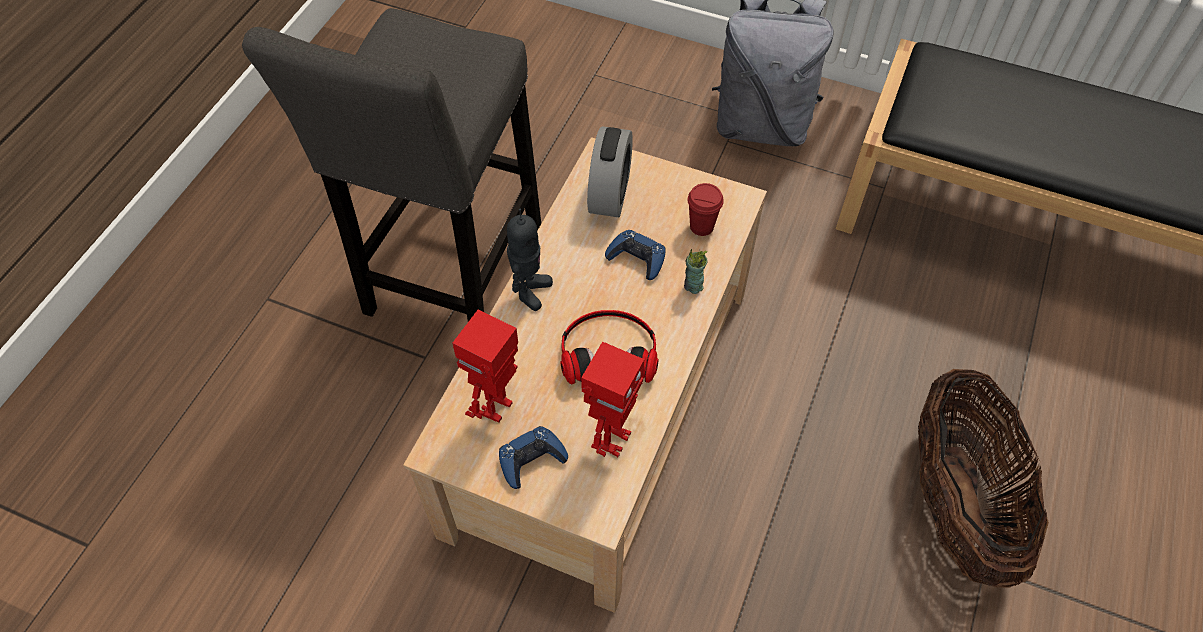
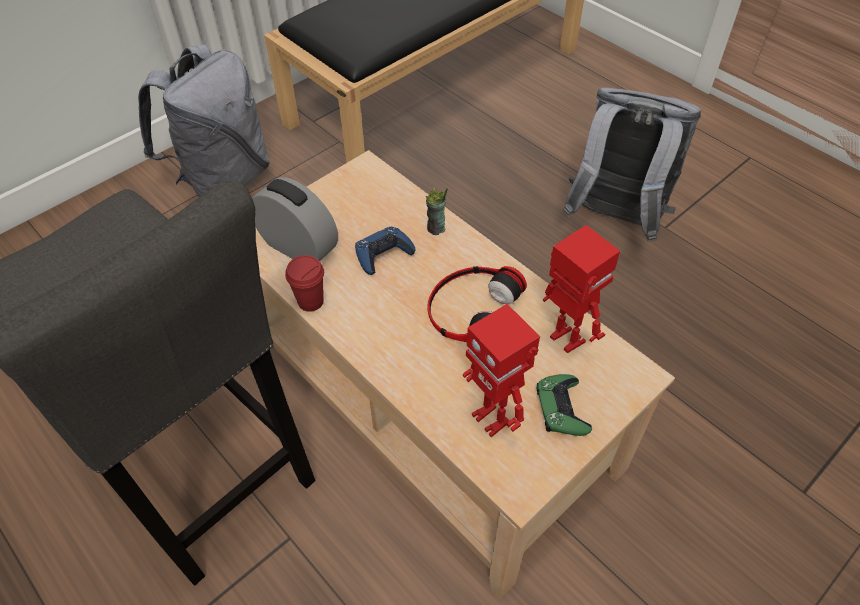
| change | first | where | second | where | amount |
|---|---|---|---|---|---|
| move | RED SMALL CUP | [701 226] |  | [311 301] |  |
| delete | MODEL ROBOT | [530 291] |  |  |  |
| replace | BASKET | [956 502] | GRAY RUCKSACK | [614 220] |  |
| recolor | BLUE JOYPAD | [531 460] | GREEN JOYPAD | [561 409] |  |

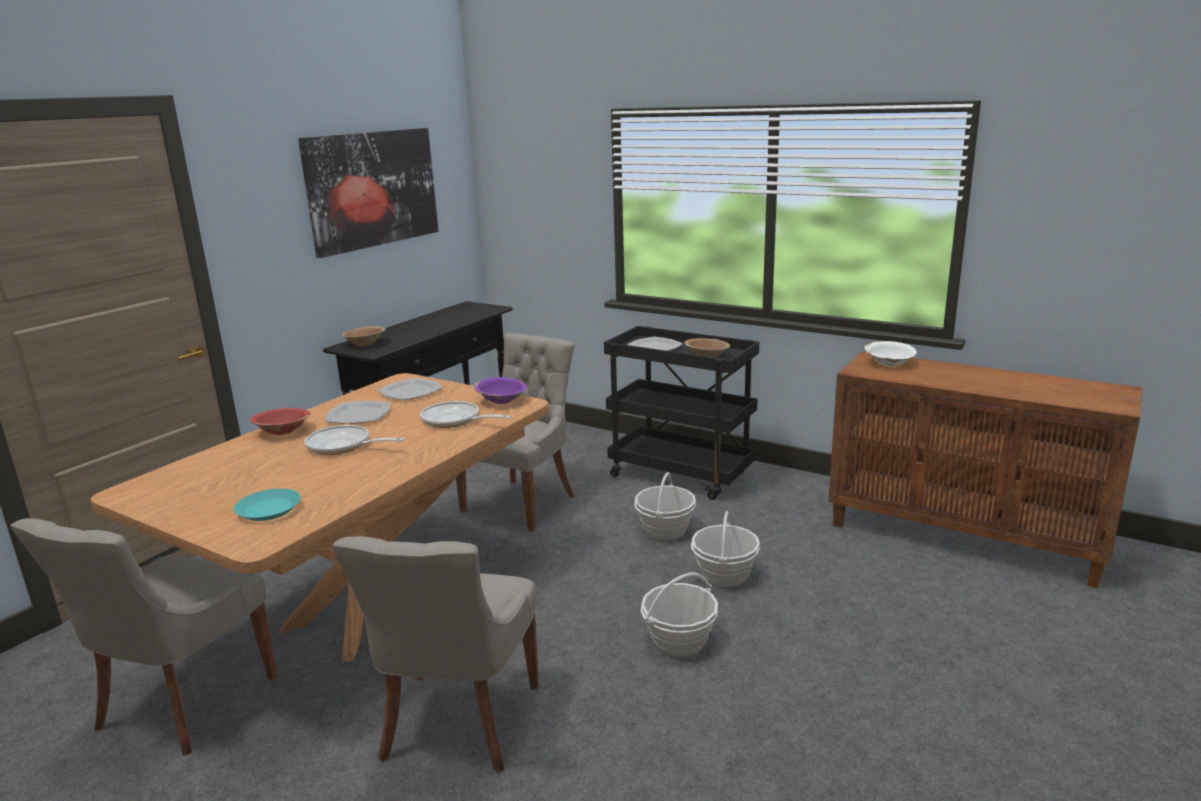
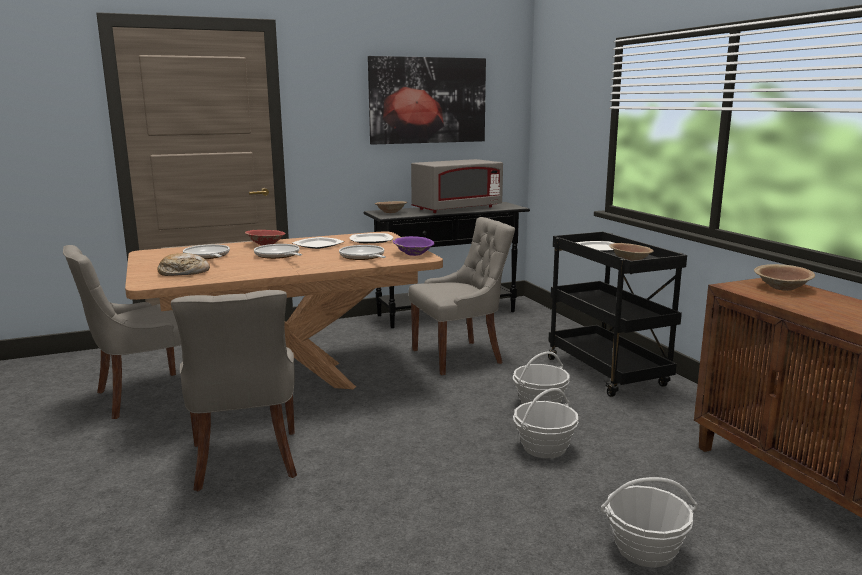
| change | first | where | second | where | amount |
|---|---|---|---|---|---|
| recolor | WHITE DEEP DISH | [889 363] | BROWN DEEP DISH | [782 287] |  |
| replace | TURQUOISE-COLOURED PLATE | [269 509] | BAKED BREAD | [184 273] |  |
| rotate | GRAY PLAIN CHAIR | [458 724] |  | [245 461] | 60 degrees counterclockwise |
| move | BASKET | [679 641] |  | [645 549] |  |
| insert |  |  | GRAY MICROWAVE OVEN | [457 209] |  |
| insert |  |  | PAN | [207 256] |  |

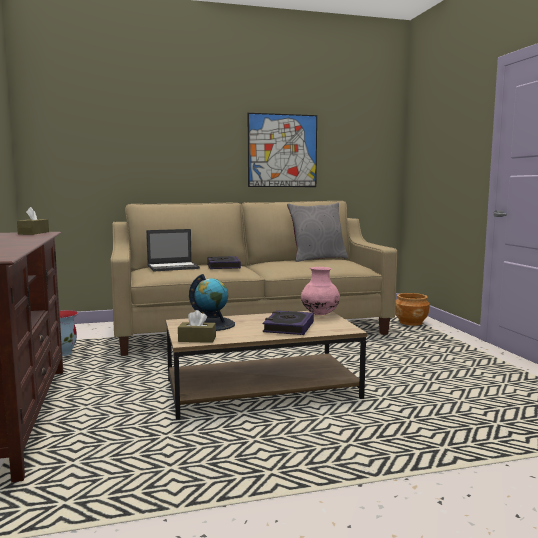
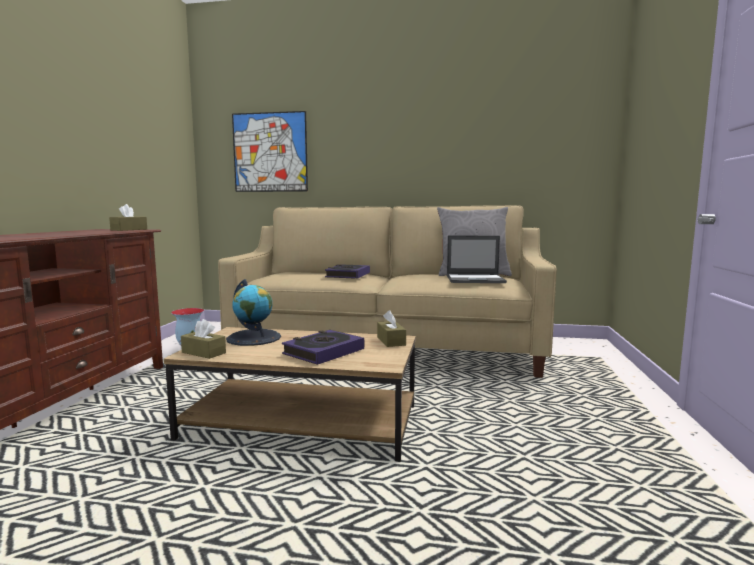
| change | first | where | second | where | amount |
|---|---|---|---|---|---|
| move | WALL PICTURE | [282 151] |  | [270 152] |  |
| move | LAPTOP | [173 267] |  | [476 279] |  |
| replace | PINK FLOWER VASE | [320 314] | BROWN BOX OF TISSUES | [391 341] |  |
| delete | BROWN FLOWER POT | [411 323] |  |  |  |

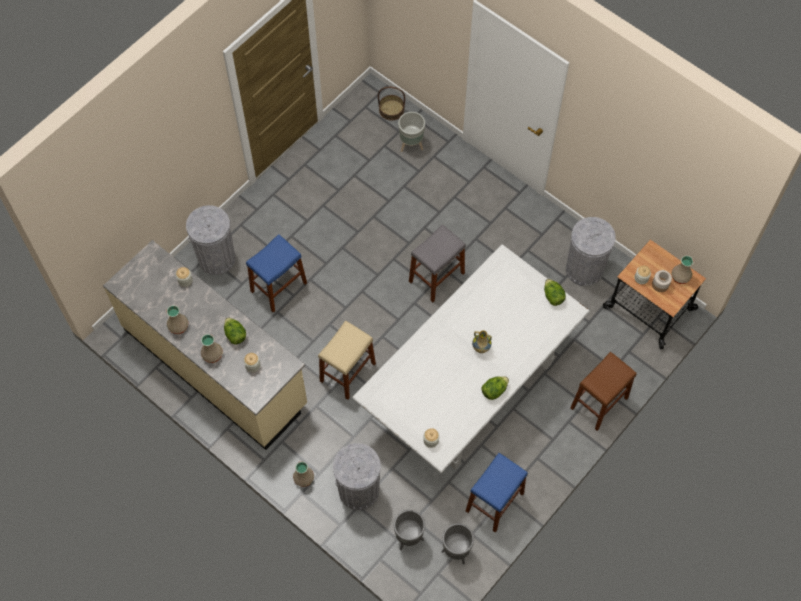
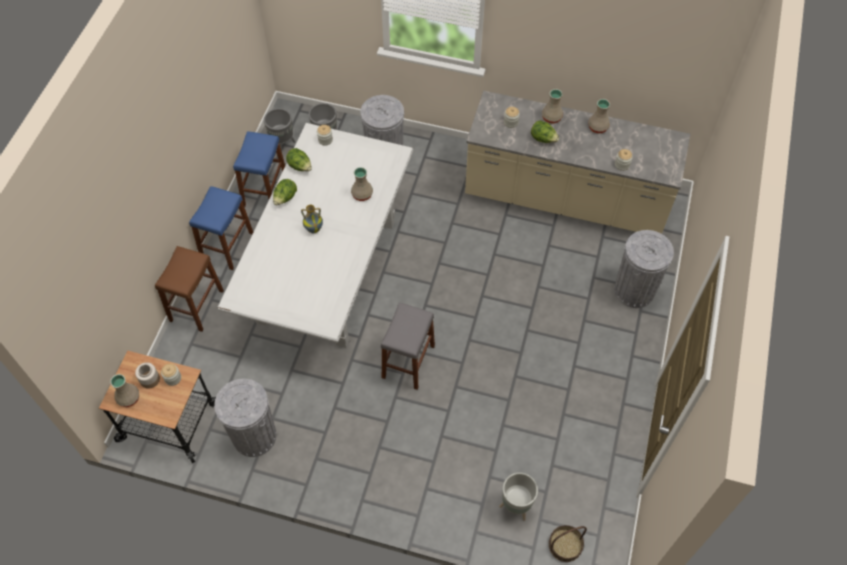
| change | first | where | second | where | amount |
|---|---|---|---|---|---|
| move | BLUE SITTING STOOL | [278 287] |  | [227 246] |  |
| move | HEAD OF LETTUCE | [553 296] |  | [300 167] |  |
| delete | BEIGE-COLOURED SITTING STOOL | [347 372] |  |  |  |
| move | BEIGE-COLOURED FLOWER VASE | [303 478] |  | [362 194] |  |

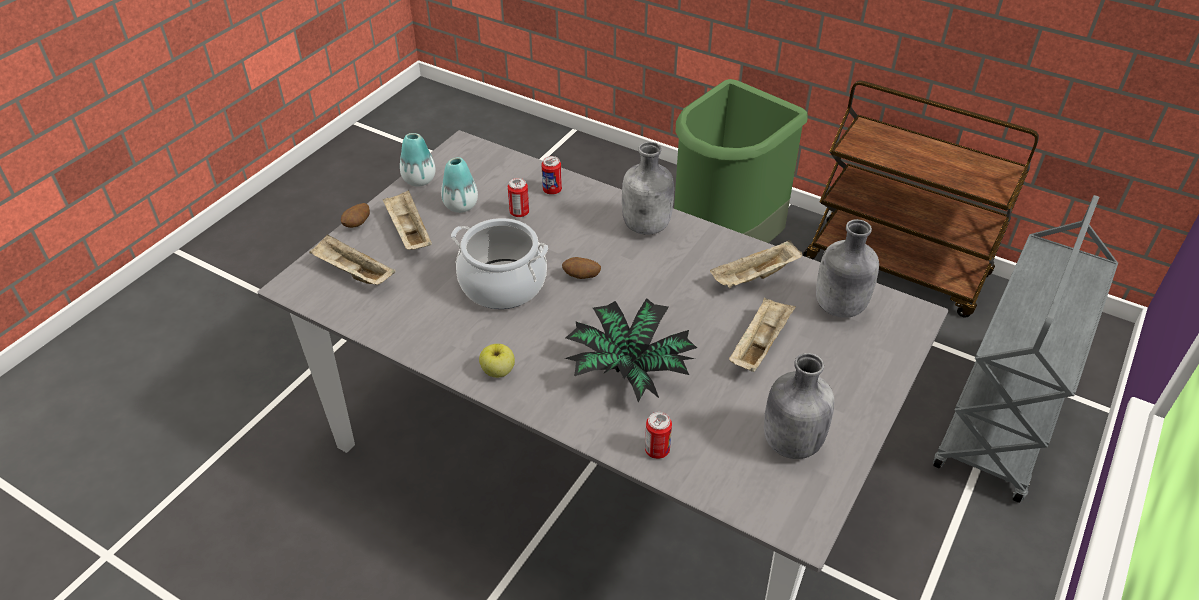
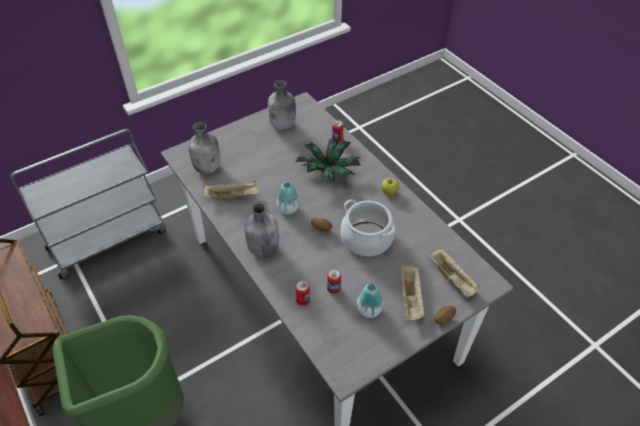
| change | first | where | second | where | amount |
|---|---|---|---|---|---|
| move | FLOWER VASE | [419 180] |  | [288 208] |  |
| delete | BEIGE-COLOURED TRAY | [759 345] |  |  |  |

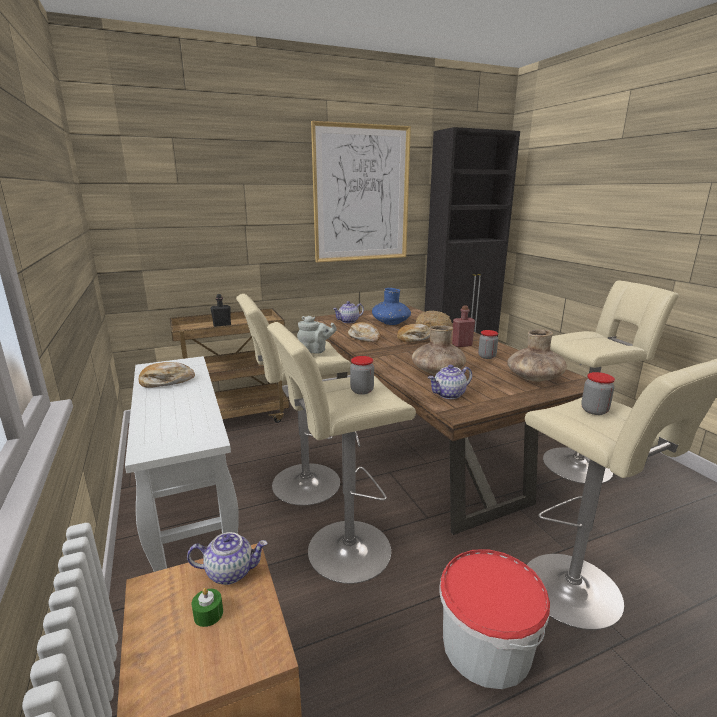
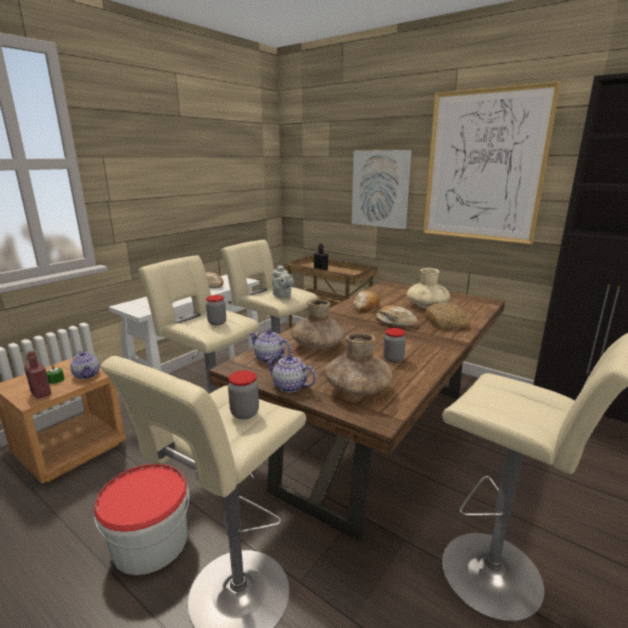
| change | first | where | second | where | amount |
|---|---|---|---|---|---|
| recolor | BLUE FLOWER VASE | [391 323] | BEIGE-COLOURED FLOWER VASE | [427 306] |  |
| move | POT FOR TEA | [348 321] |  | [289 386] |  |
| move | RED DRINK BOTTLE | [462 345] |  | [41 393] |  |
| insert |  |  | WALL PICTURE | [380 189] |  |

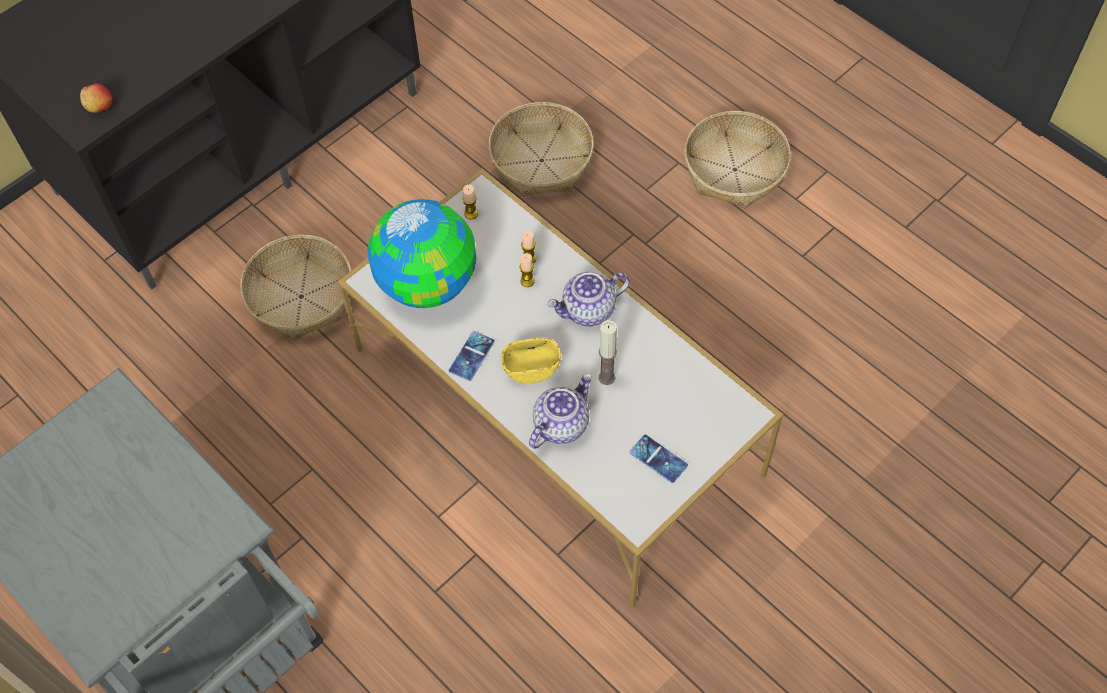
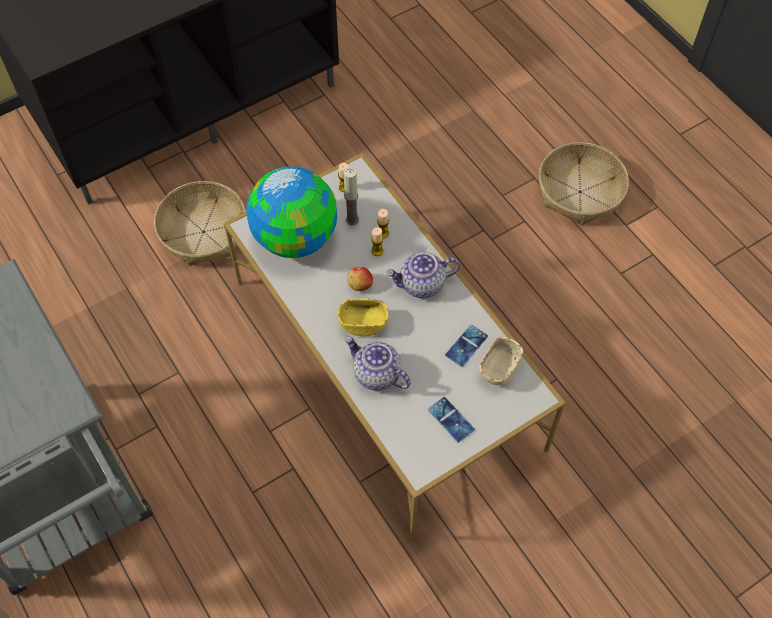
| change | first | where | second | where | amount |
|---|---|---|---|---|---|
| move | APPLE FRUIT | [99 106] |  | [360 284] |  |
| delete | BASKET | [541 160] |  |  |  |
| move | WAX CANDLE | [606 377] |  | [352 219] |  |
| move | PHONE | [471 356] |  | [466 346] |  |
| rotate | POT FOR TEA | [560 424] |  | [376 374] | 105 degrees counterclockwise |
| insert |  |  | BEIGE-COLOURED DEEP DISH | [499 369] |  |

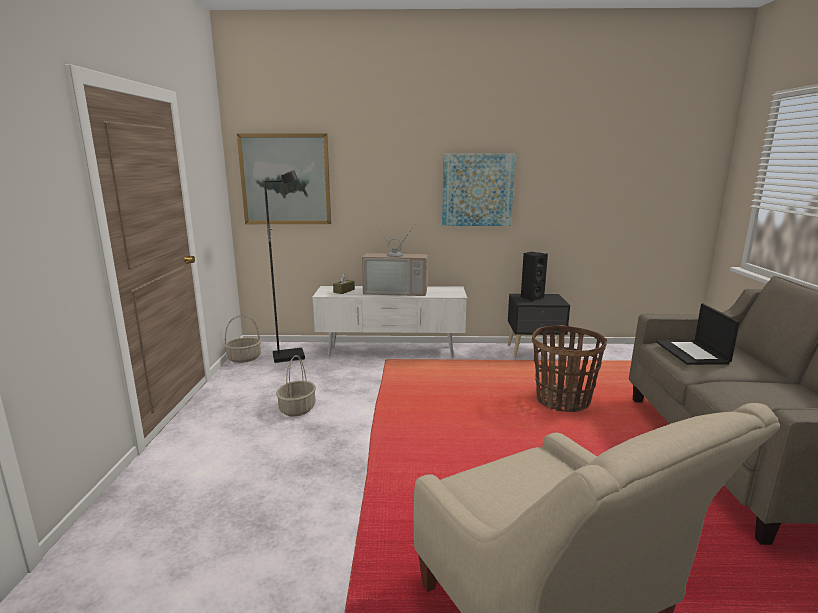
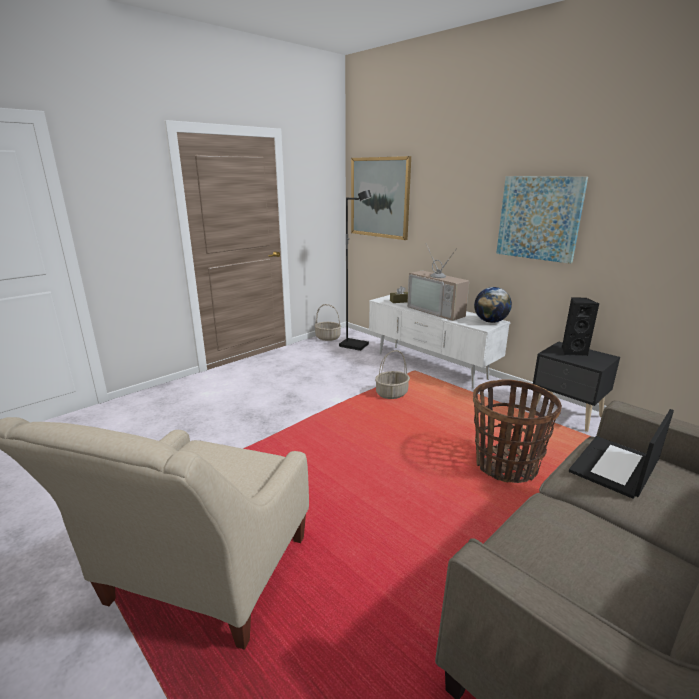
| change | first | where | second | where | amount |
|---|---|---|---|---|---|
| move | BASKET | [297 409] |  | [391 394] |  |
| insert |  |  | GLOBE | [490 321] |  |

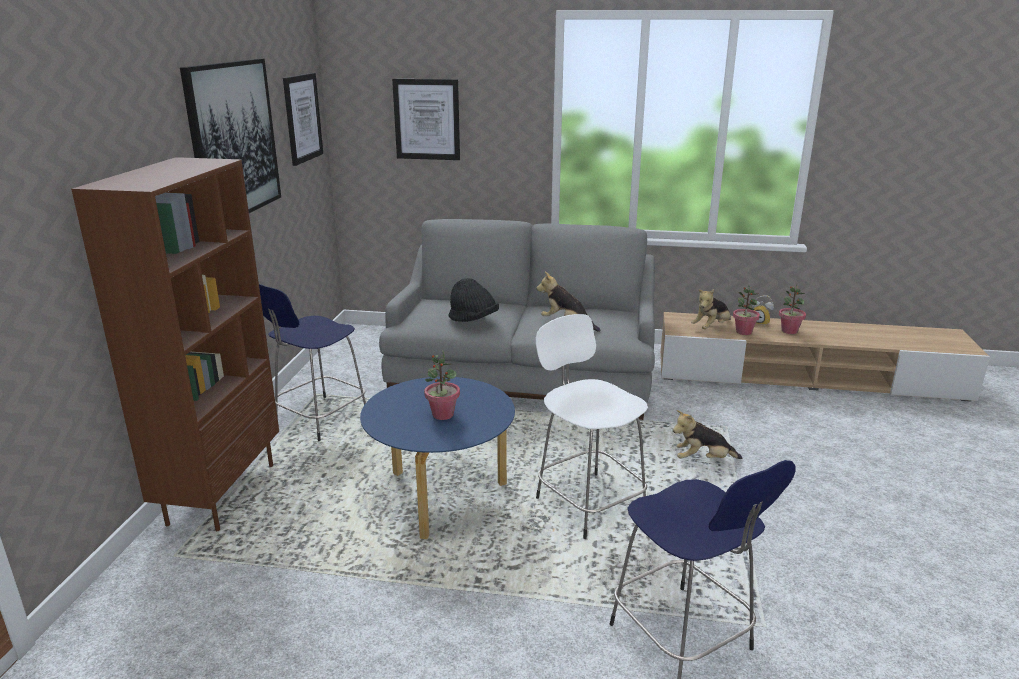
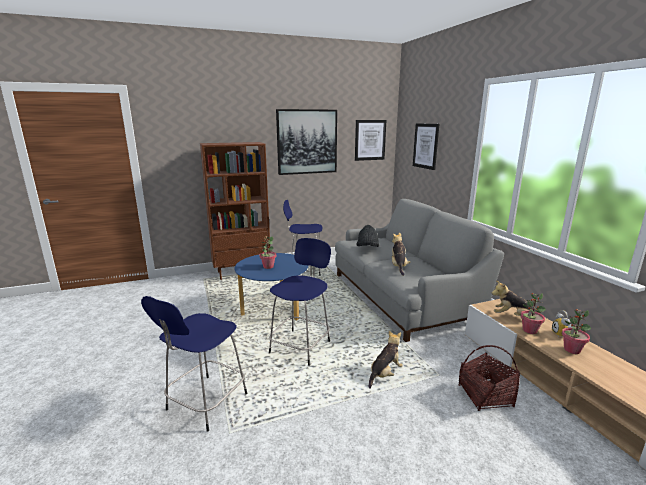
| change | first | where | second | where | amount |
|---|---|---|---|---|---|
| recolor | WHITE SITTING STOOL | [588 502] | BLUE SITTING STOOL | [301 346] |  |
| rotate | SOFT TOY | [703 460] |  | [385 374] | 75 degrees clockwise |
| insert |  |  | BASKET | [485 396] |  |

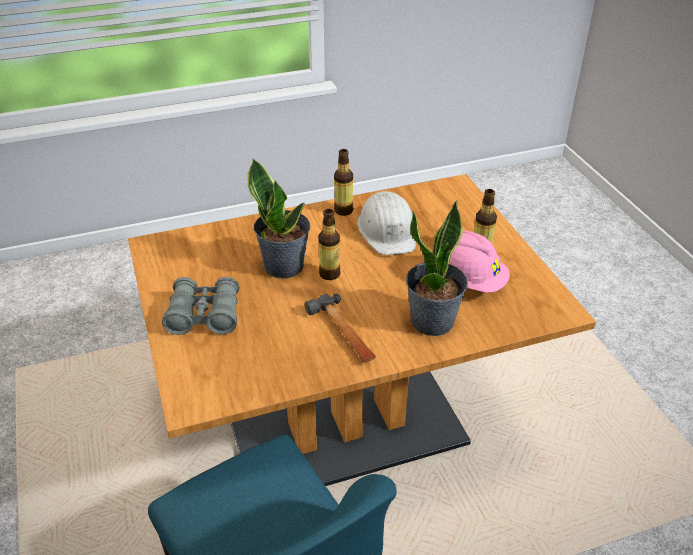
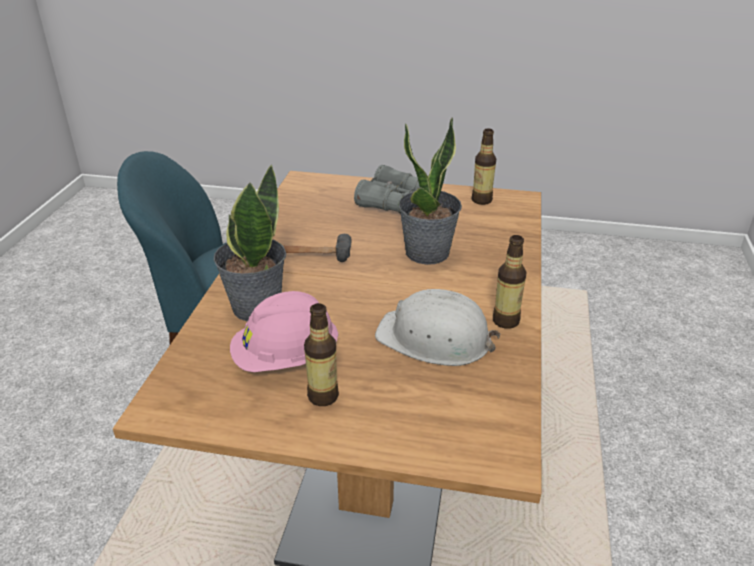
| change | first | where | second | where | amount |
|---|---|---|---|---|---|
| move | DRINK BOTTLE | [329 274] |  | [481 200] |  |

